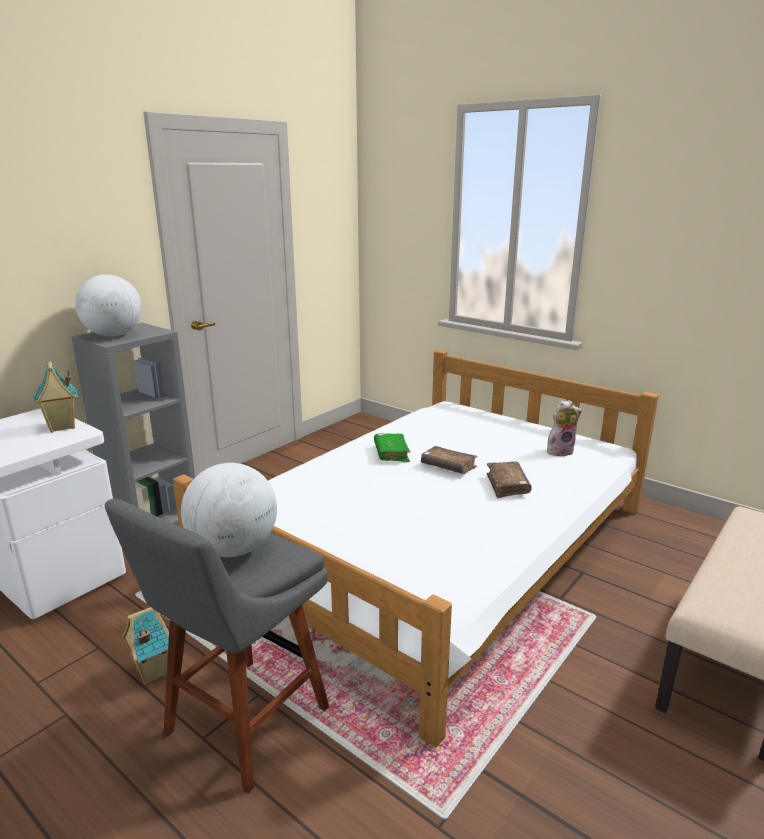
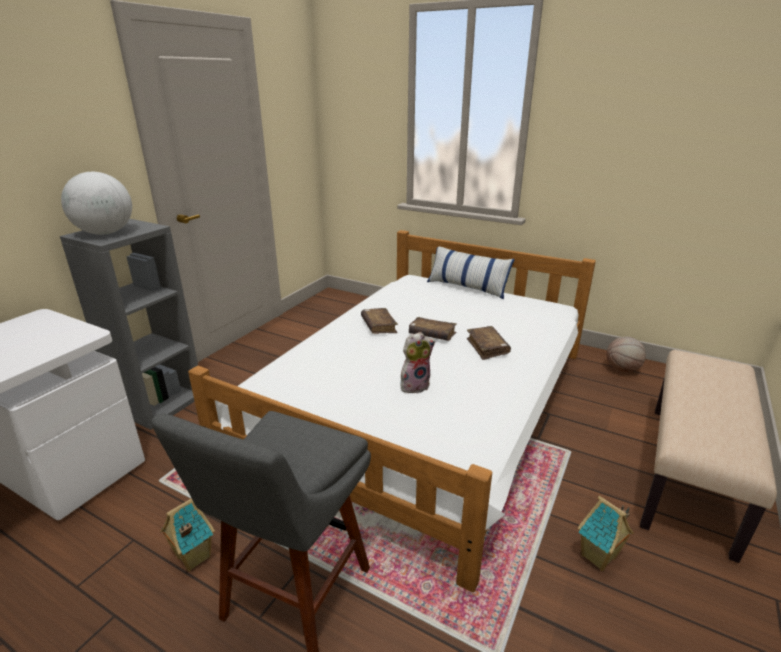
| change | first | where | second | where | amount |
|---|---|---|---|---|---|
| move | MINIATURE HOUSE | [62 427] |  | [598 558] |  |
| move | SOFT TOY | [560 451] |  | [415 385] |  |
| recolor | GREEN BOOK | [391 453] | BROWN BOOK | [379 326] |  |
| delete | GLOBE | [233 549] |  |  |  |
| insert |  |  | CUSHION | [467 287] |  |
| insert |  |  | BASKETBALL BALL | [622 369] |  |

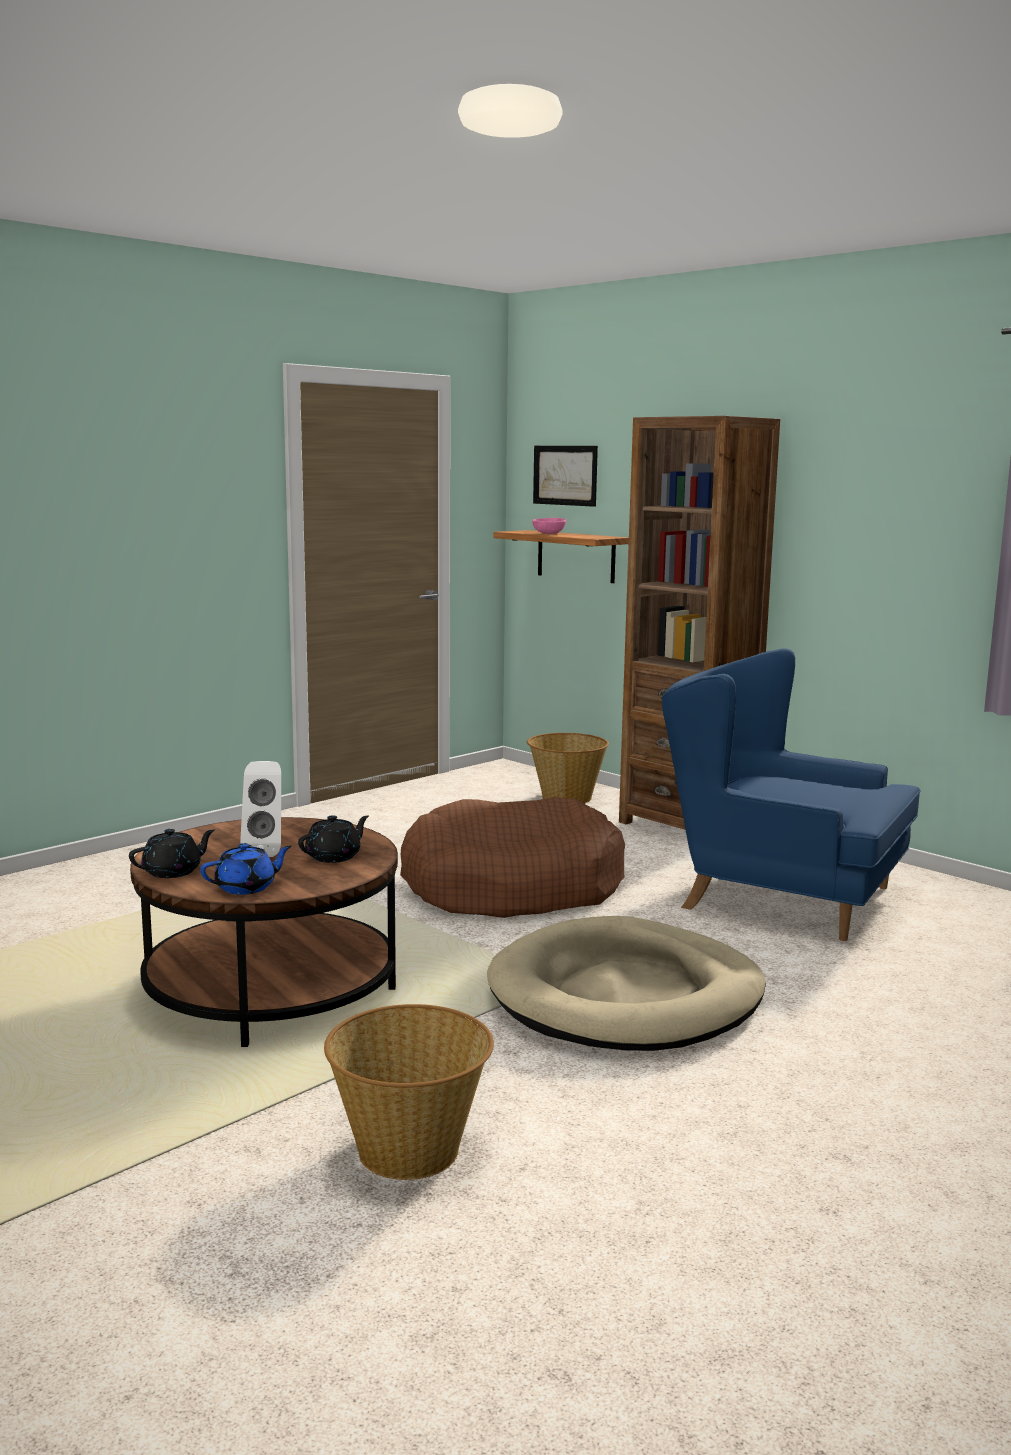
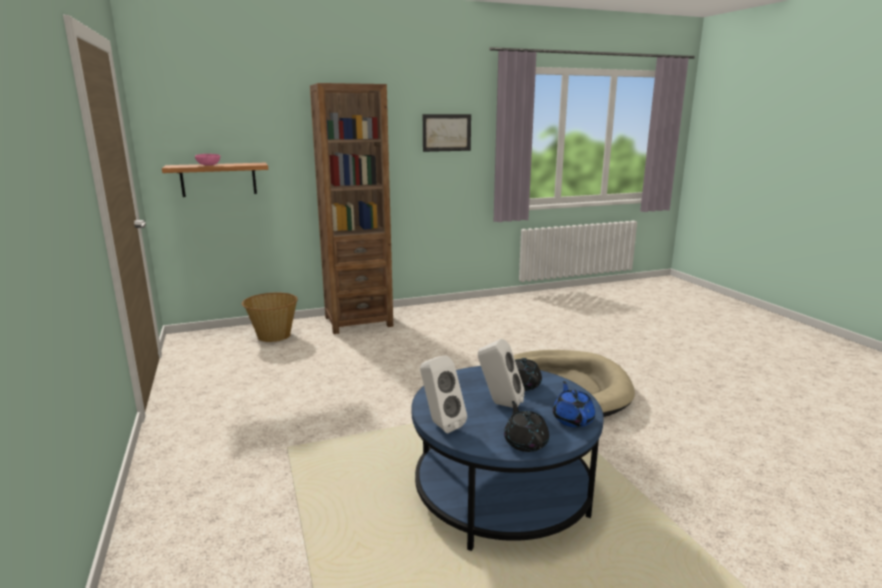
| change | first | where | second | where | amount |
|---|---|---|---|---|---|
| move | WALL PICTURE | [565 475] |  | [446 132] |  |
| delete | BLUE LOUNGE CHAIR | [780 896] |  |  |  |
| delete | BROWN DOG CUSHION | [511 887] |  |  |  |
| recolor | BROWN LOUNGE TABLE | [271 989] | BLUE LOUNGE TABLE | [502 493] |  |
| delete | BASKET | [410 1149] |  |  |  |
| insert |  |  | WHITE SPEAKER | [440 424] |  |

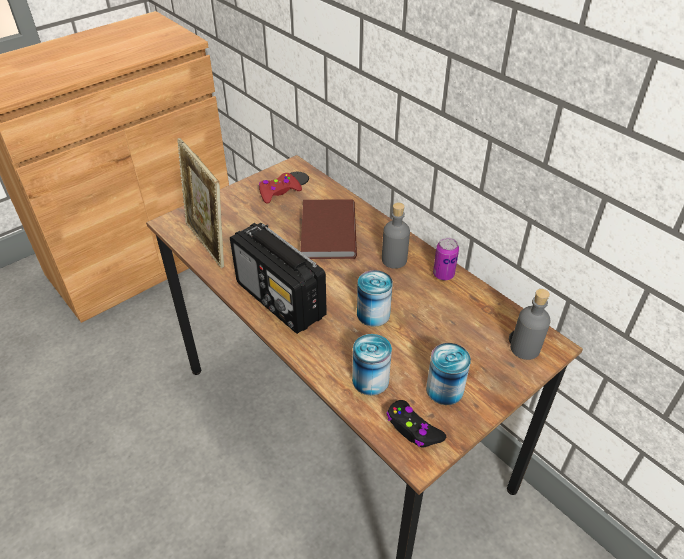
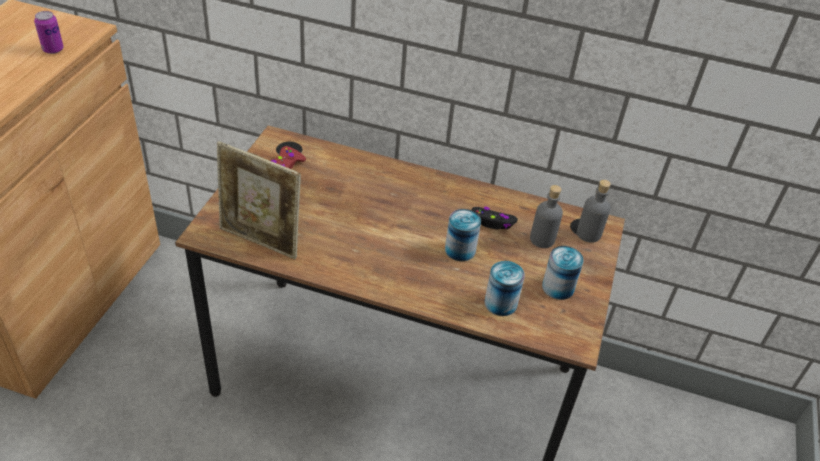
| change | first | where | second | where | amount |
|---|---|---|---|---|---|
| delete | BROWN BOOK | [326 232] |  |  |  |
| move | GRAY DRINK BOTTLE | [394 260] |  | [542 239] |  |
| delete | RADIO | [281 300] |  |  |  |
| move | METAL CAN | [443 274] |  | [53 49] |  |
| move | BLACK-COLOURED JOYPAD | [413 429] |  | [492 222] |  |

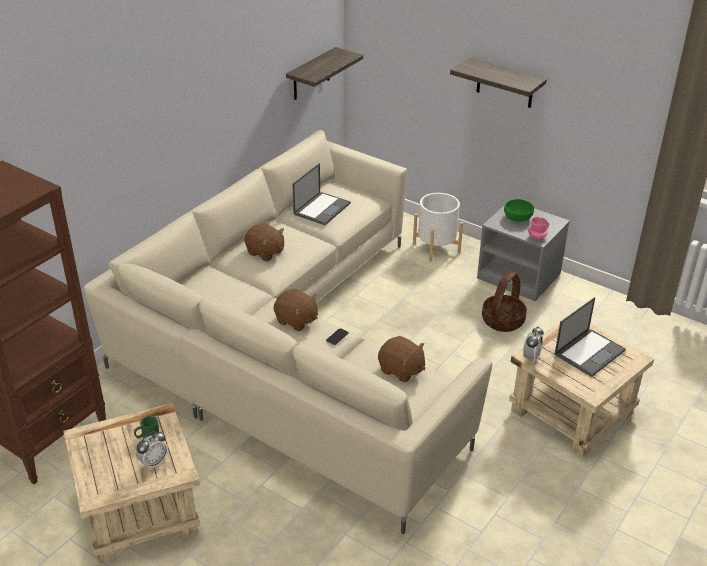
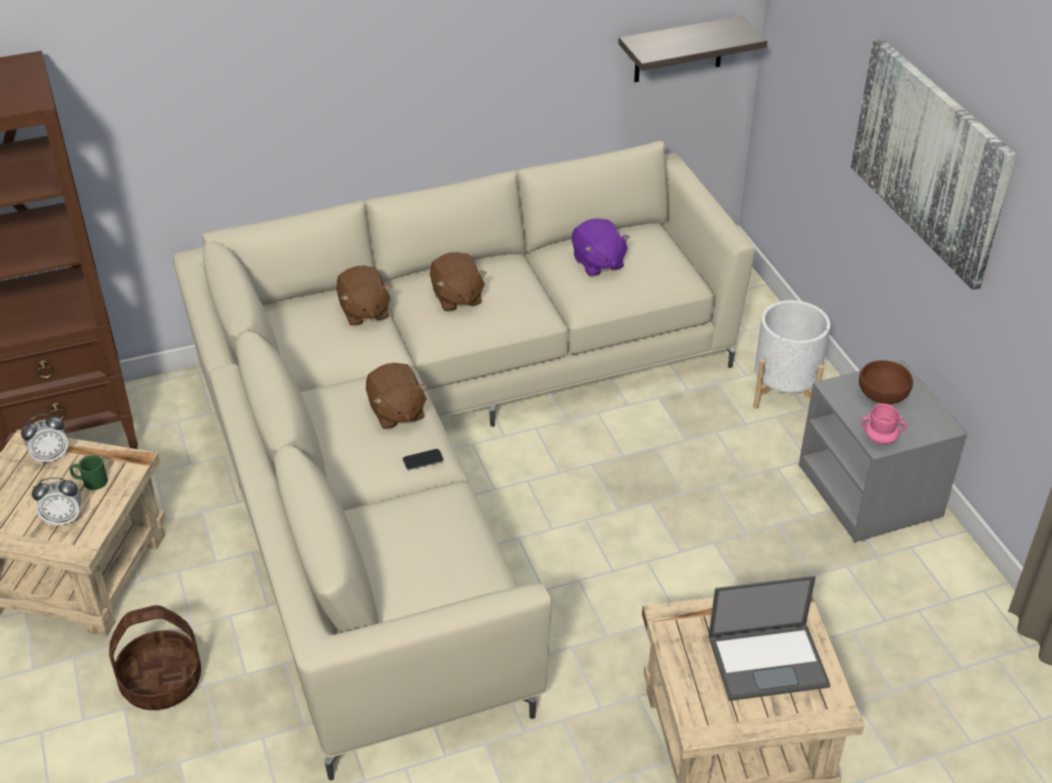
| change | first | where | second | where | amount |
|---|---|---|---|---|---|
| replace | BRACKET SHELF | [505 84] | WALL PICTURE | [930 160] |  |
| replace | LAPTOP | [322 208] | PURPLE-COLOURED SOFT TOY | [598 263] |  |
| recolor | GREEN DEEP DISH | [518 218] | BROWN DEEP DISH | [883 394] |  |
| move | BASKET | [502 320] |  | [162 681] |  |
| move | TABLE CLOCK | [531 357] |  | [51 456] |  |
| move | BROWN SOFT TOY | [401 370] |  | [364 311] |  |

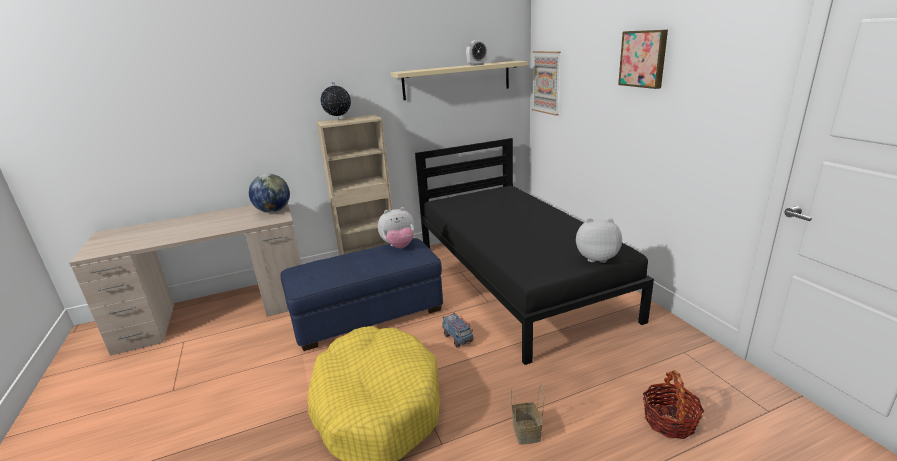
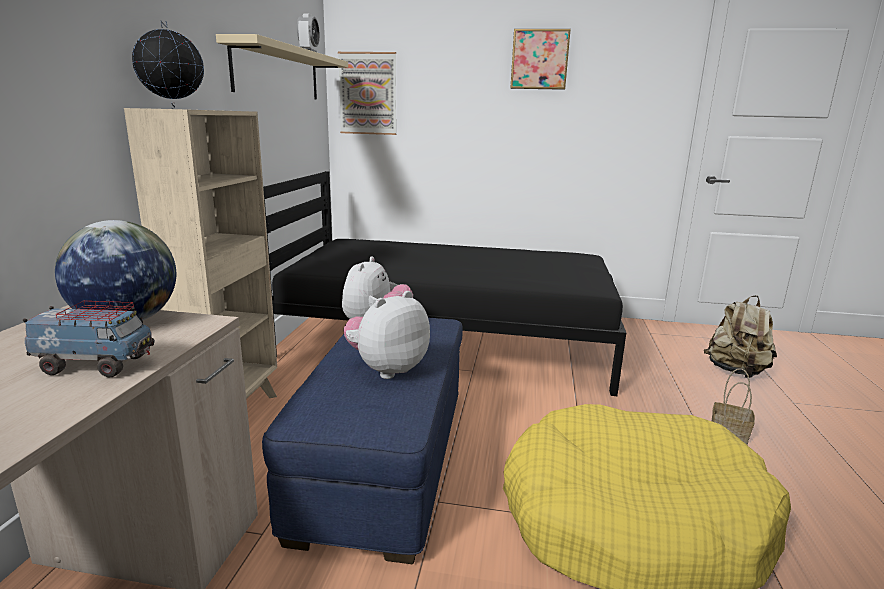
| change | first | where | second | where | amount |
|---|---|---|---|---|---|
| move | SOFT TOY | [596 258] |  | [387 369] |  |
| move | TOY TRUCK | [458 338] |  | [96 365] |  |
| replace | BASKET | [669 421] | BEIGE-COLOURED RUCKSACK | [736 371] |  |

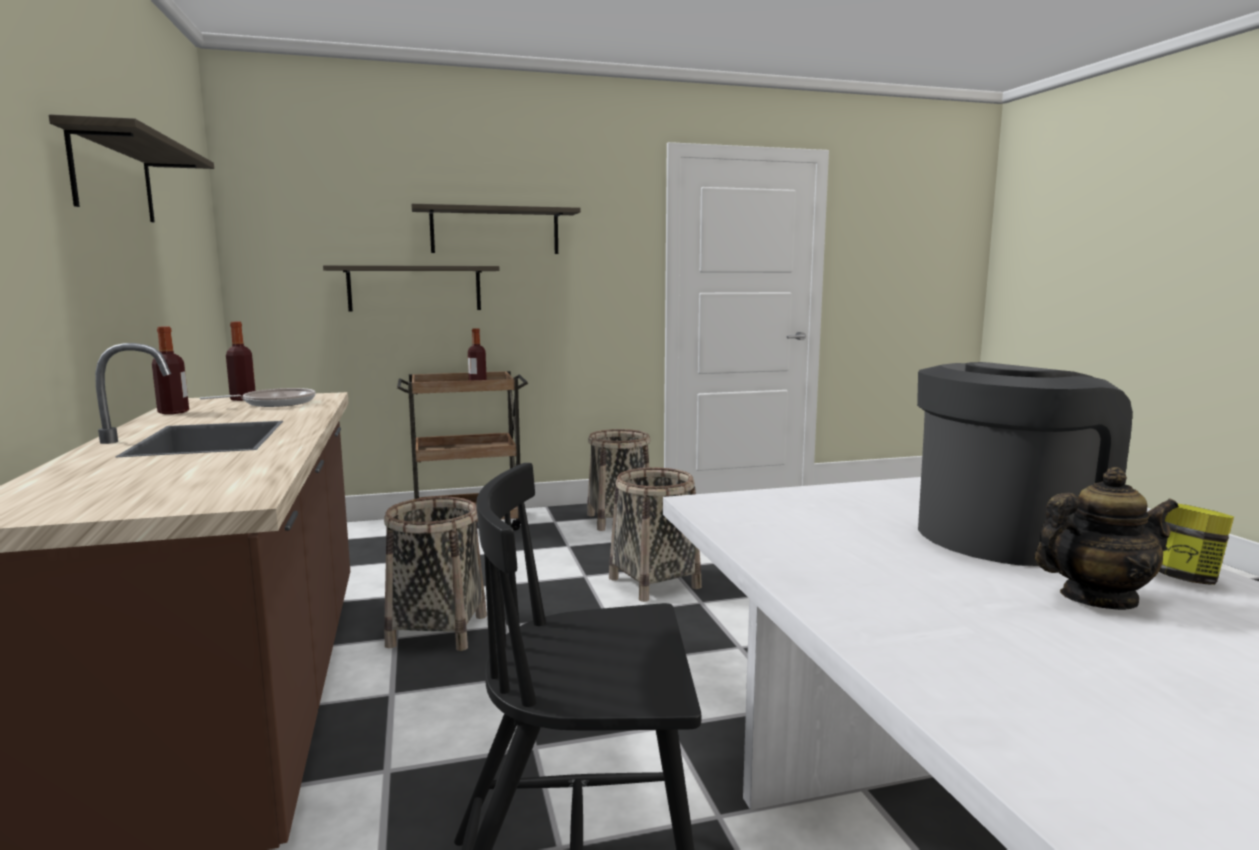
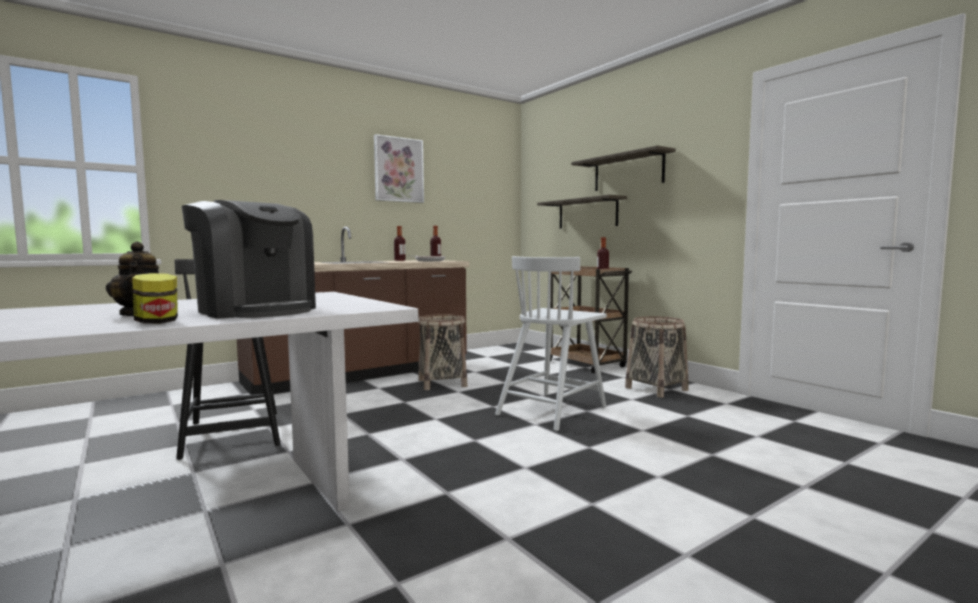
| change | first | where | second | where | amount |
|---|---|---|---|---|---|
| replace | BRACKET SHELF | [113 178] | WALL PICTURE | [398 170] |  |
| replace | BASKET | [654 583] | WHITE PLAIN CHAIR | [552 410] |  |

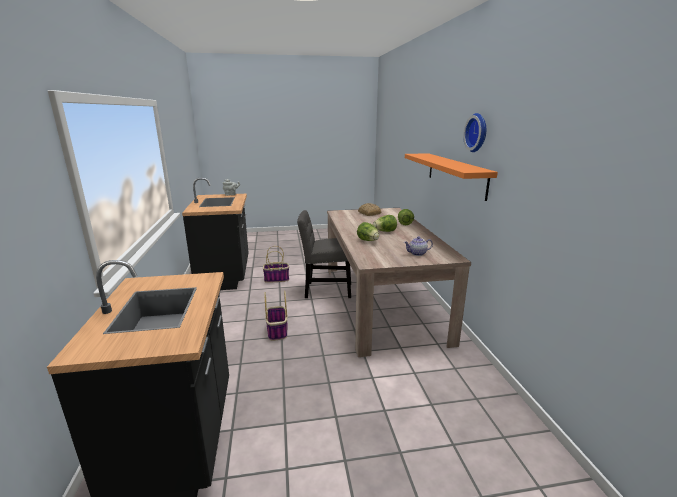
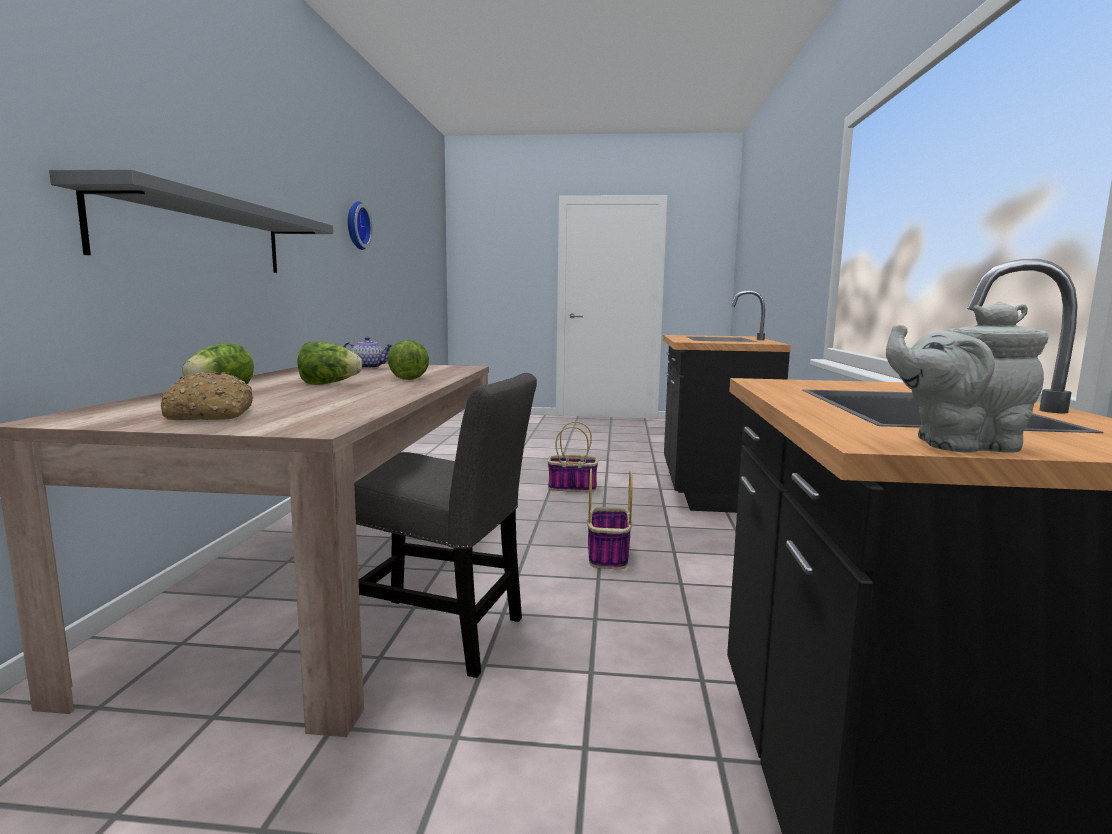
| change | first | where | second | where | amount |
|---|---|---|---|---|---|
| move | WALL CLOCK | [478 132] |  | [355 225] |  |
| recolor | ORANGE-COLOURED BRACKET SHELF | [455 174] | GRAY BRACKET SHELF | [197 235] |  |
| move | BASKET | [277 279] |  | [571 487] |  |

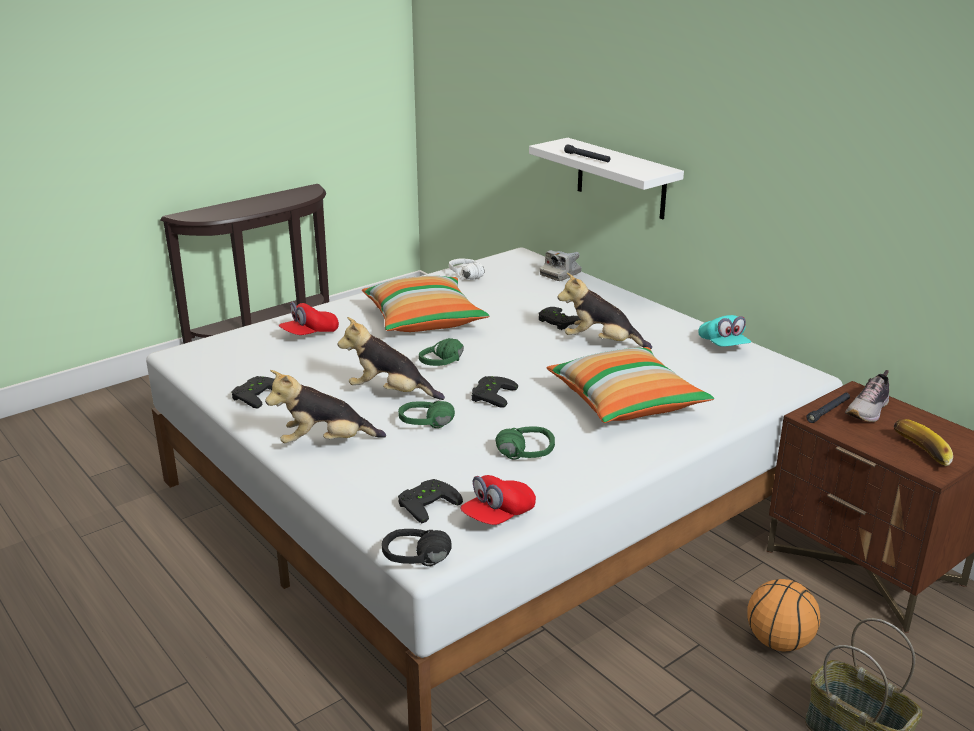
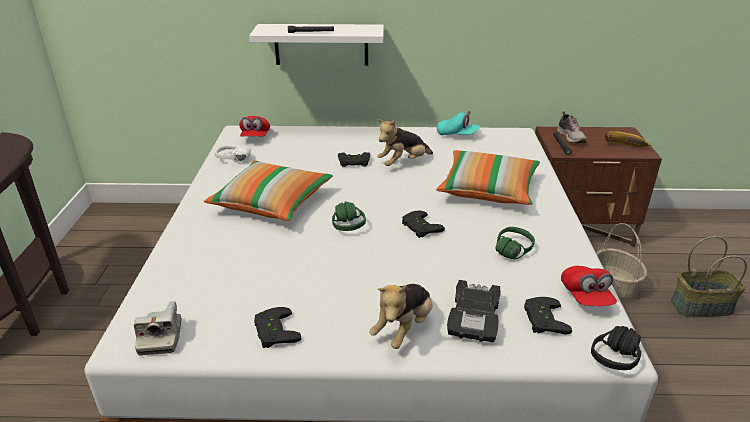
| change | first | where | second | where | amount |
|---|---|---|---|---|---|
| move | PHOTO CAMERA | [560 274] |  | [161 337] |  |
| move | RED BASEBALL CAP | [309 334] |  | [255 137] |  |
| delete | SOFT TOY | [390 393] |  |  |  |
| delete | GREEN PAIR OF HEADPHONES | [426 428] |  |  |  |
| replace | BASKETBALL BALL | [778 641] | BASKET | [613 285] |  |
| insert |  |  | BLACK-COLOURED MINIATURE CAR | [474 318] |  |

